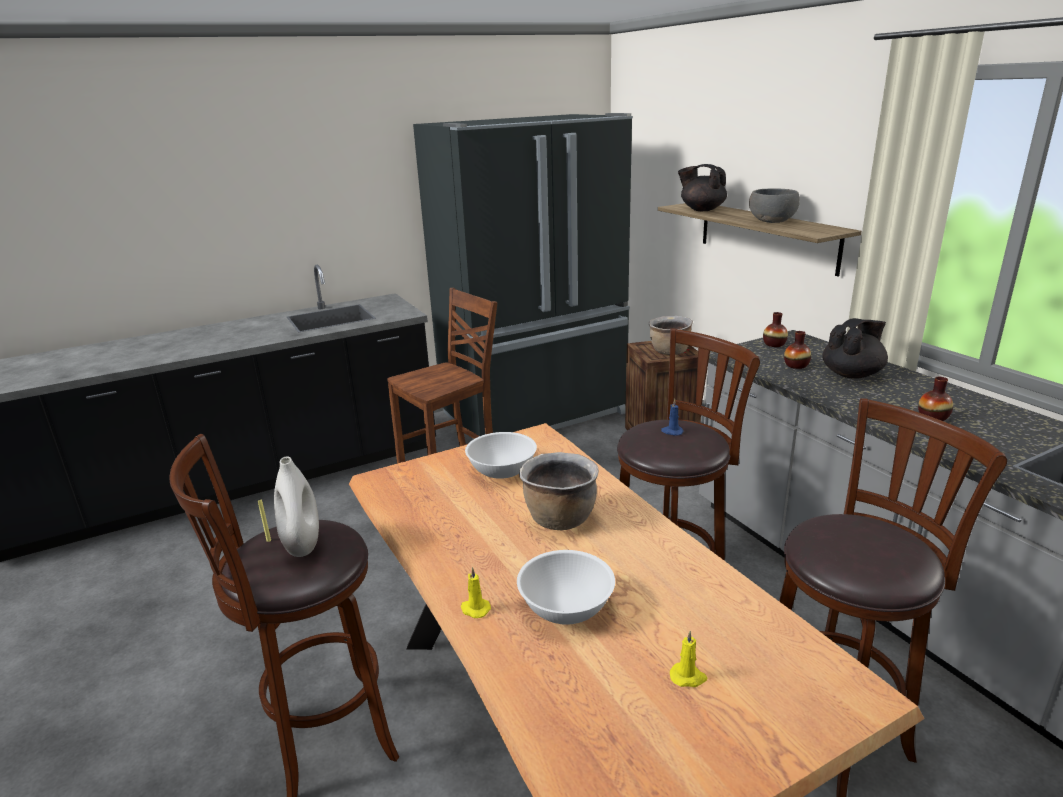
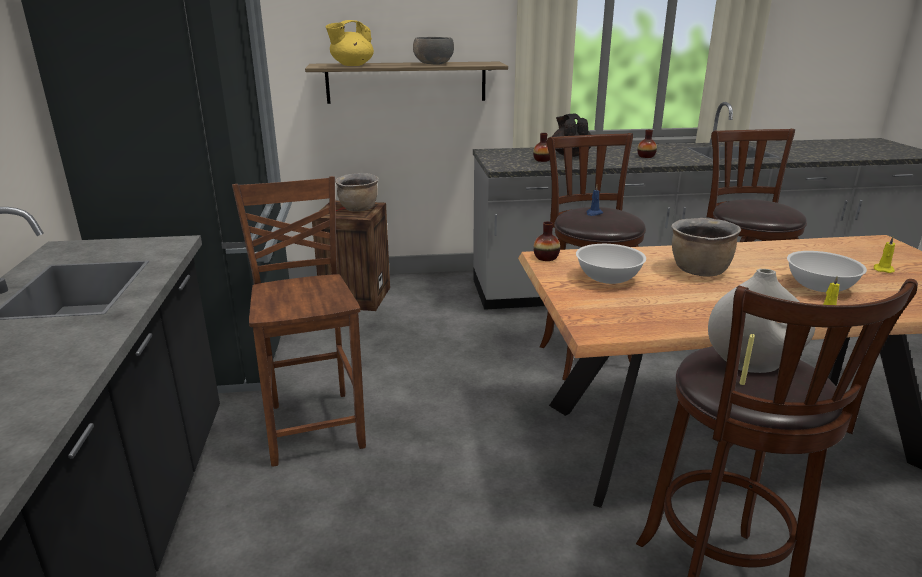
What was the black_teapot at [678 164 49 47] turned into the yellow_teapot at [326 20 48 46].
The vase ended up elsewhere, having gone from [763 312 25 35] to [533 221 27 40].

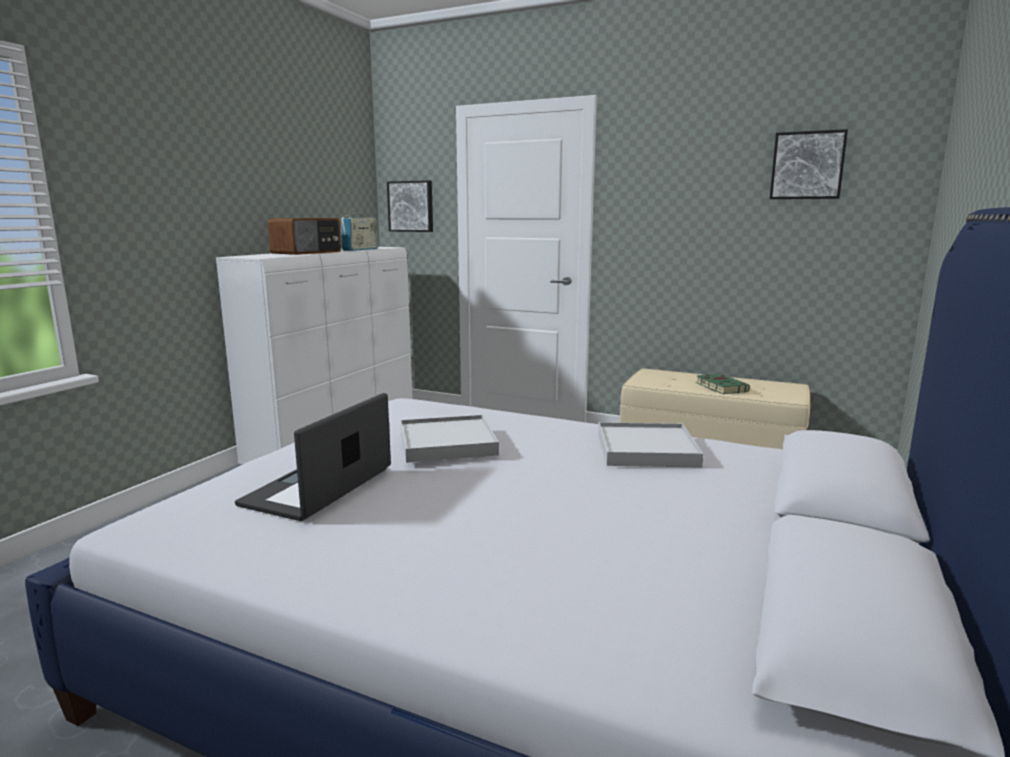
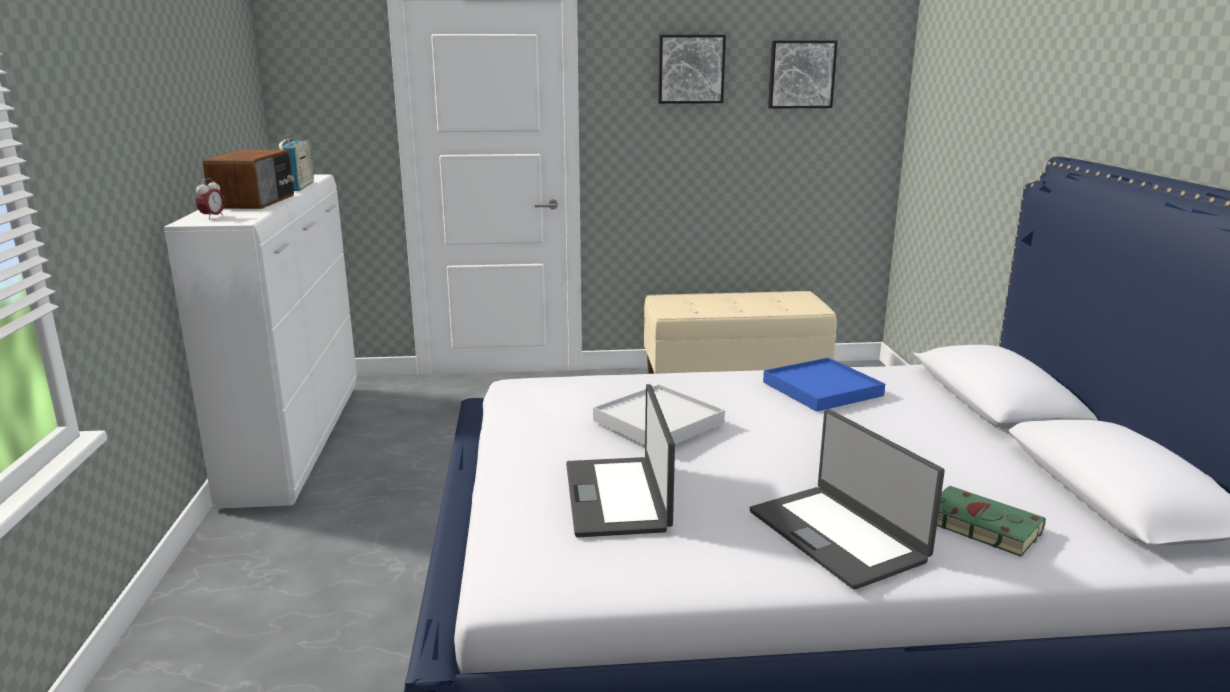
The picture ended up elsewhere, having gone from [387 180 46 52] to [658 35 68 69].
The green_book ended up elsewhere, having gone from [696 374 54 20] to [937 486 109 71].
What was the white_tray at [598 422 105 46] turned into the blue_tray at [763 358 122 54].
The second view gained the alarm_clock at [196 178 29 42].
The second view gained the laptop at [750 409 195 181].

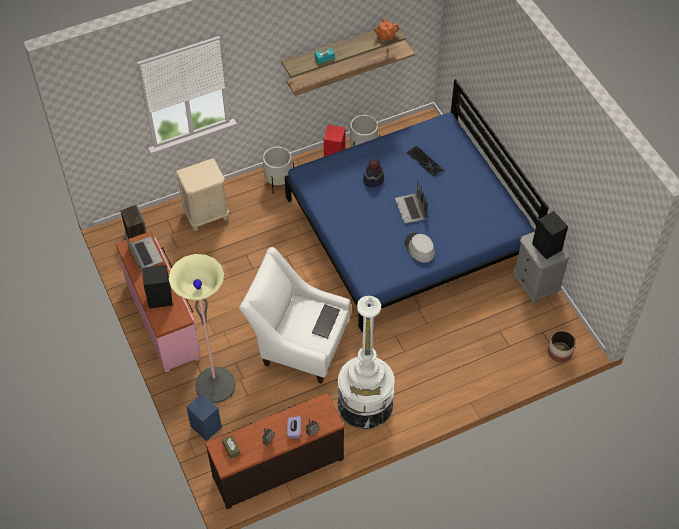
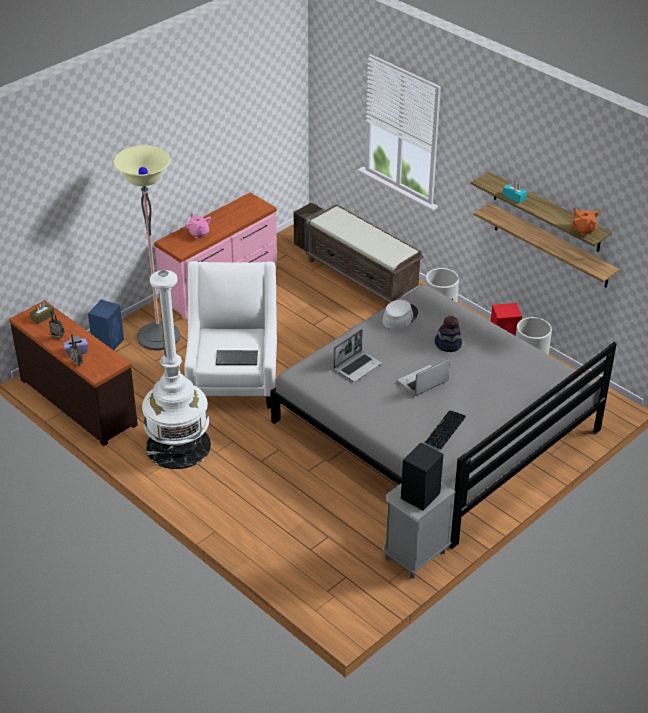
What was the blue_bed at [285 79 264 253] turned into the grey_bed at [270 285 347 264].
The keyboard ended up elsewhere, having gone from [407 146 37 30] to [425 411 41 38].
Where the beige_nightstand stood at [176 158 53 73], the brown_bench came to stand at [306 204 118 99].
The laptop ended up elsewhere, having gone from [125 232 38 38] to [333 329 49 53].
The grey_hat ended up elsewhere, having gone from [405 233 30 29] to [382 300 36 30].
Where the black_speaker stood at [142 265 31 44], the pink_teapot came to stand at [185 213 26 25].
The second view lost the planter at [548 331 28 31].

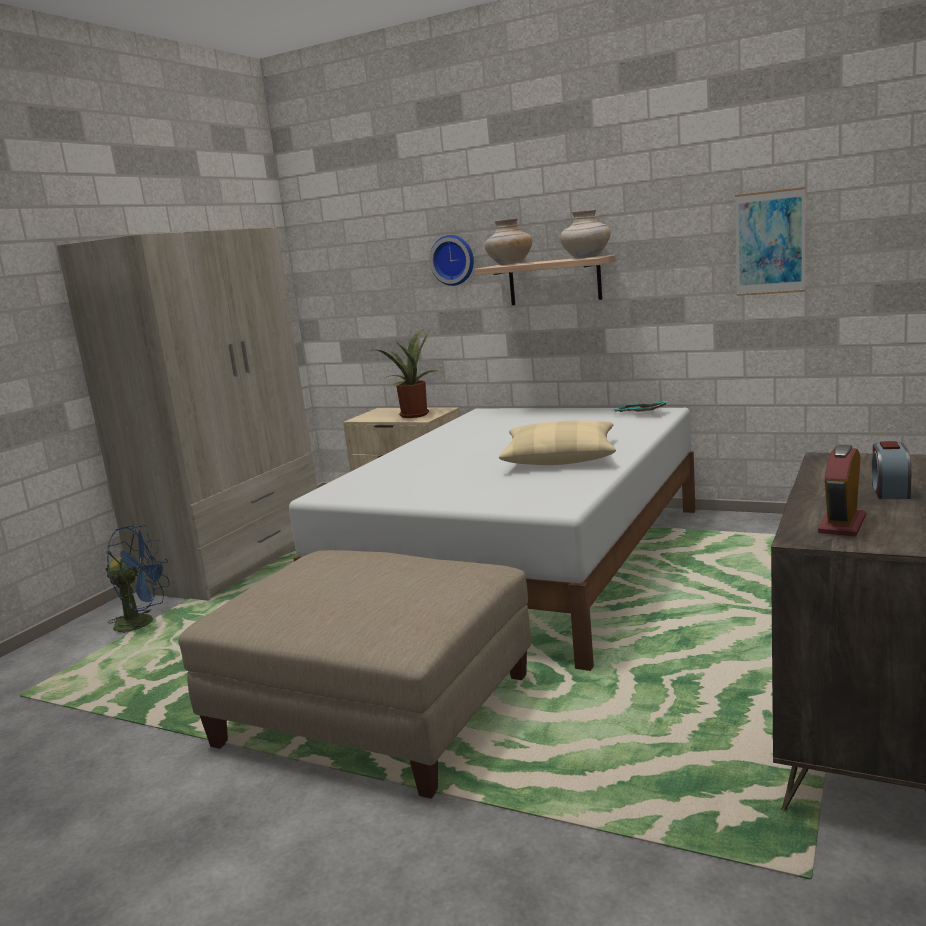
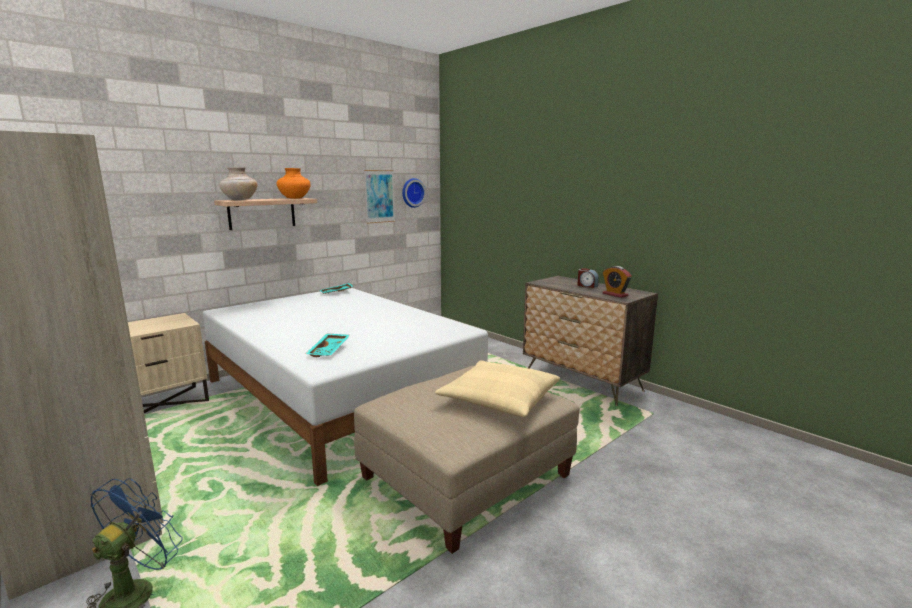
What was the beige_vase at [560 209 51 49] turned into the orange_vase at [277 168 34 31].
The wall_clock ended up elsewhere, having gone from [430 235 44 51] to [402 178 24 30].
The second view lost the potted_plant at [377 329 65 89].
The beige_pillow ended up elsewhere, having gone from [499 420 117 45] to [435 360 125 57].
The second view gained the turquoise_tray at [306 334 44 23].

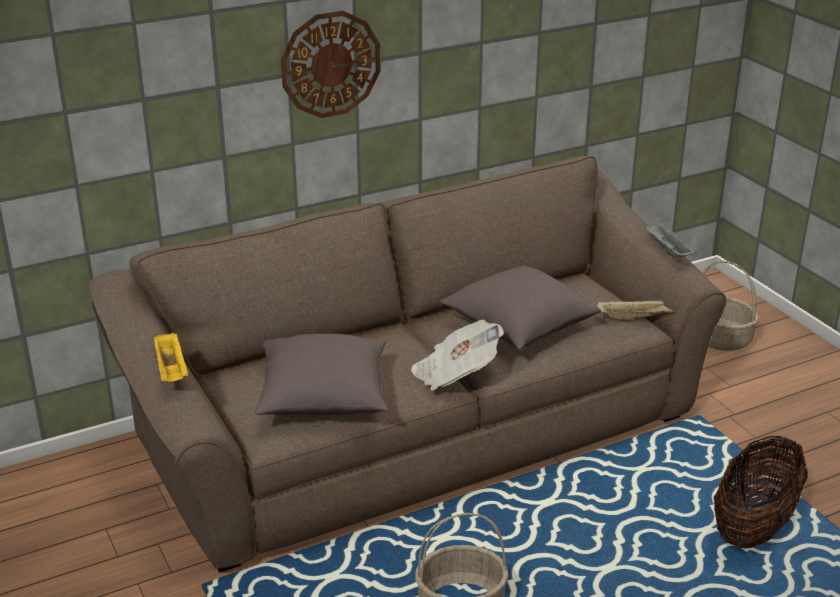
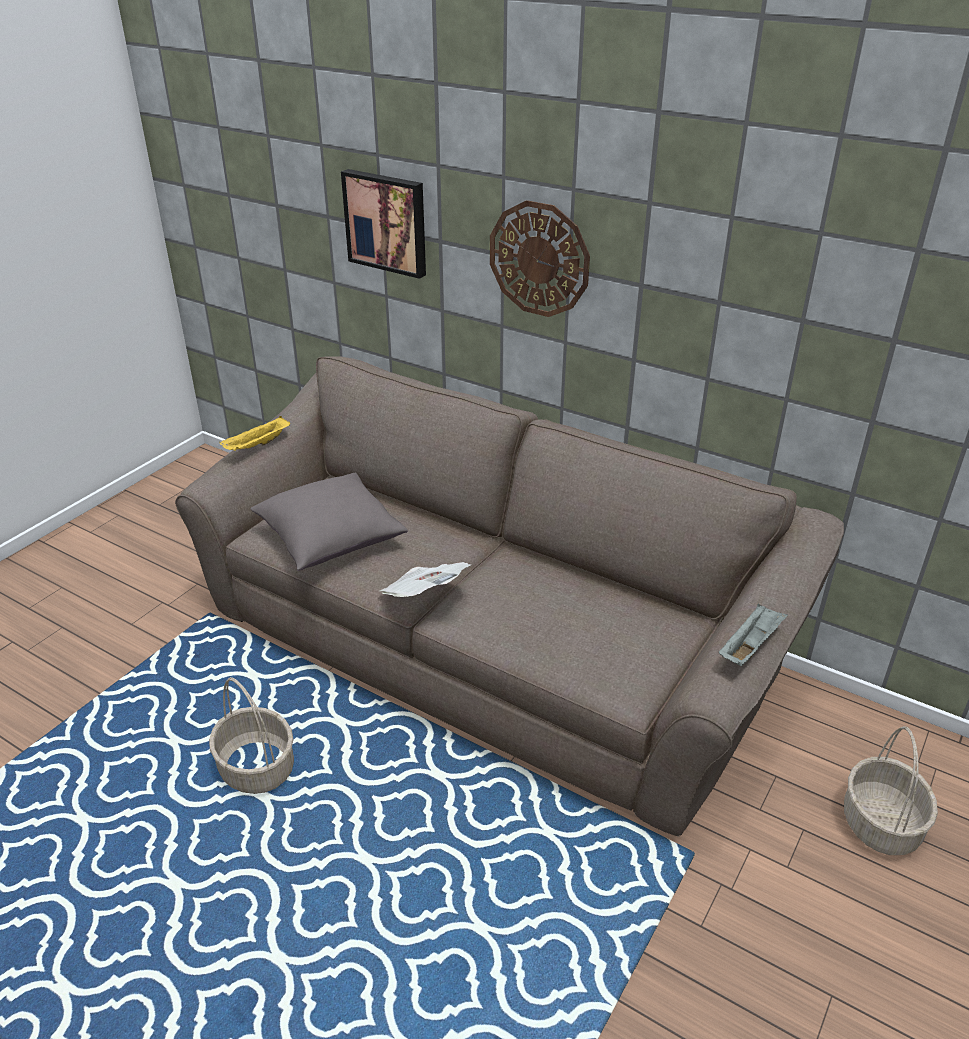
The second view lost the grey_pillow at [440 266 161 84].
The second view lost the beige_tray at [597 301 76 20].
The second view lost the basket at [714 435 94 113].
The second view gained the picture at [341 169 85 110].

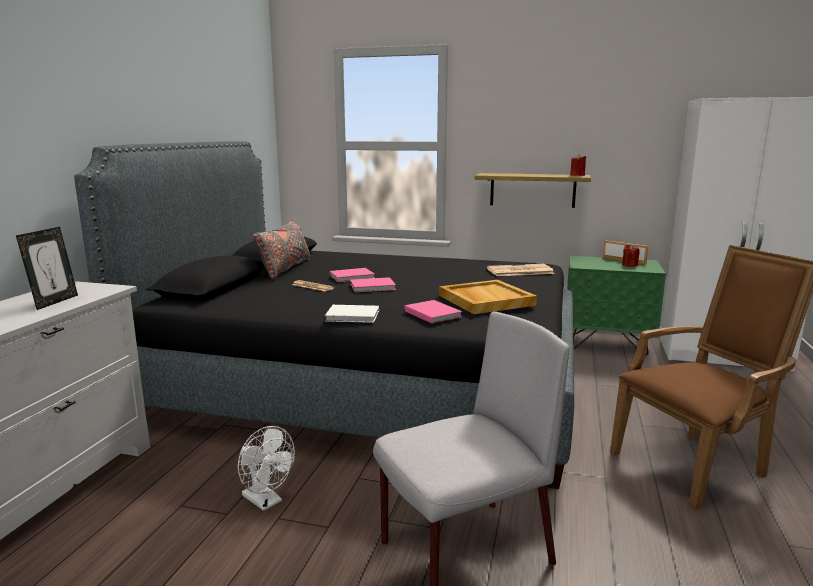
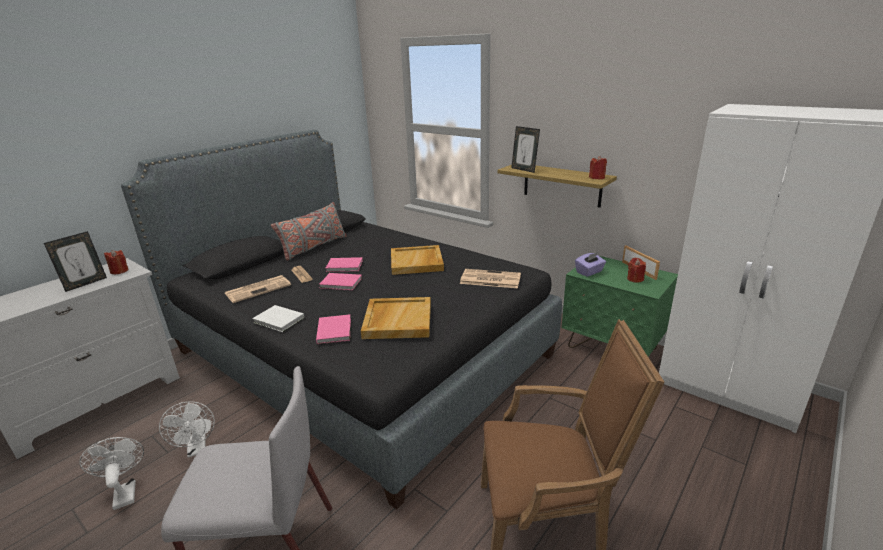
The second view gained the picture_frame at [511 126 29 47].
The second view gained the beige_tray at [391 245 53 30].
The second view gained the red_candle at [104 250 25 24].
The second view gained the purple_tissue_box at [575 252 31 25].
The second view gained the newspaper at [225 275 66 28].
The second view gained the white_fan at [80 437 64 73].

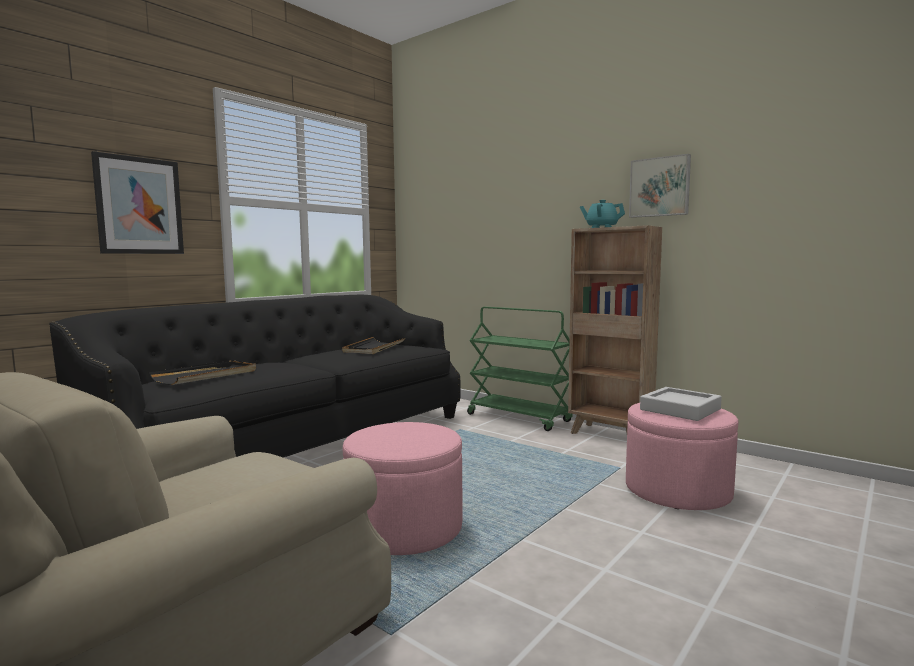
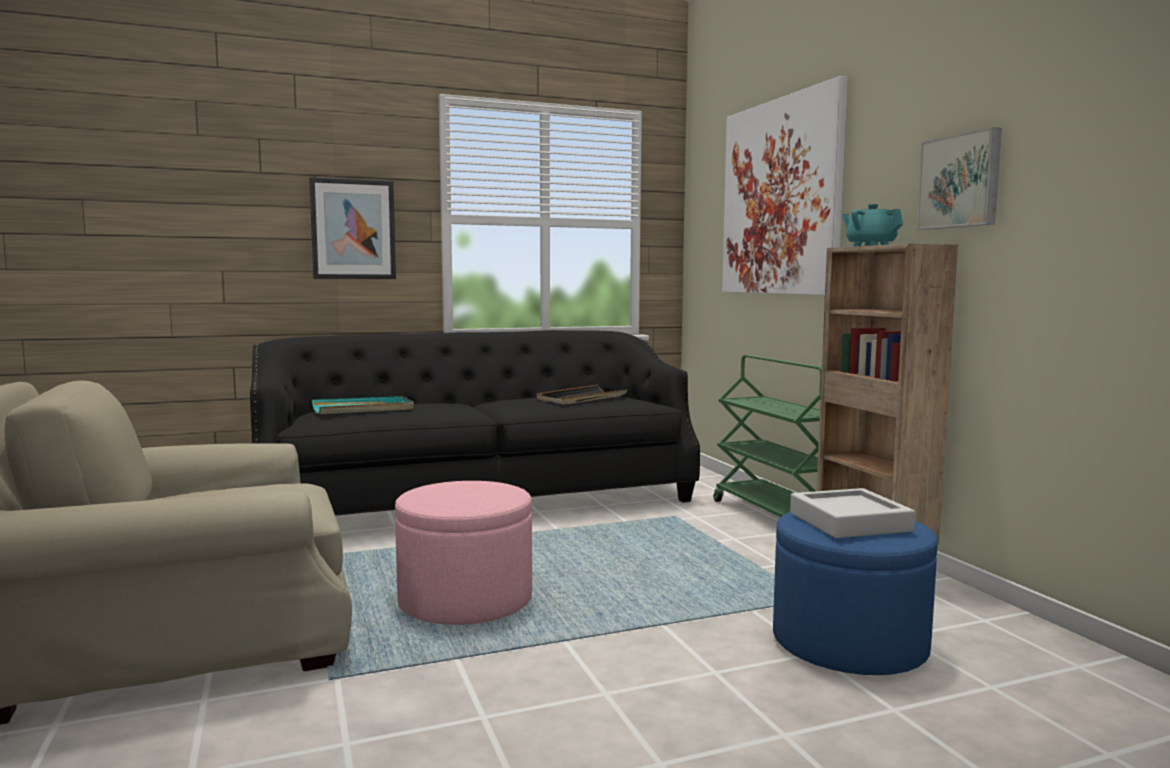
What was the black_tray at [149 360 107 25] turned into the turquoise_tray at [312 396 102 18].
What was the pink_ottoman at [626 403 112 107] turned into the blue_ottoman at [773 512 165 163].
The second view gained the picture at [722 76 126 219].

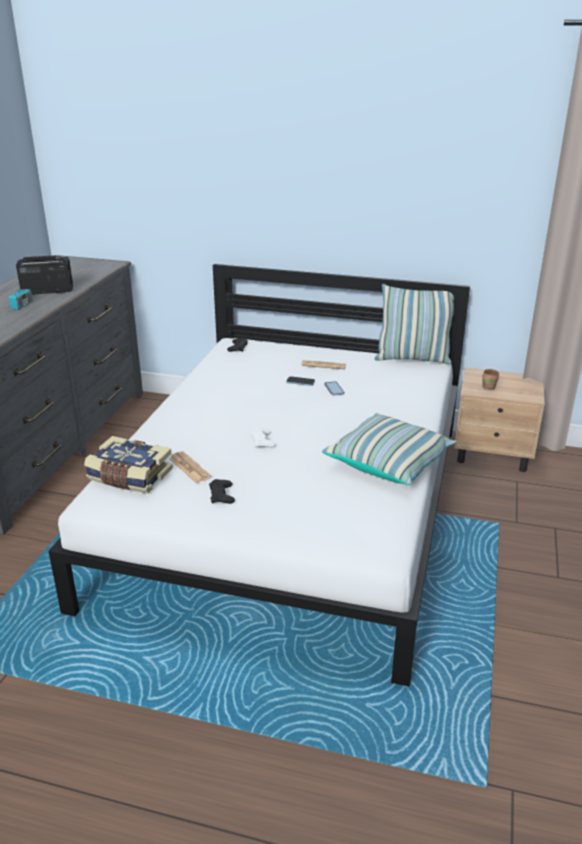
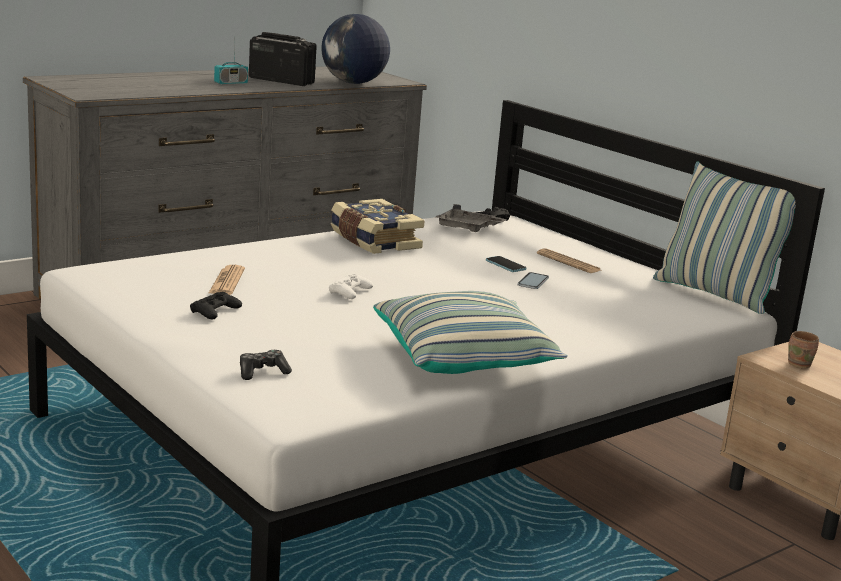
The book ended up elsewhere, having gone from [84 436 89 57] to [330 199 94 55].
The second view gained the globe at [322 14 68 70].
The second view gained the grey_tray at [436 204 71 28].
The second view gained the game_controller at [240 350 52 30].

